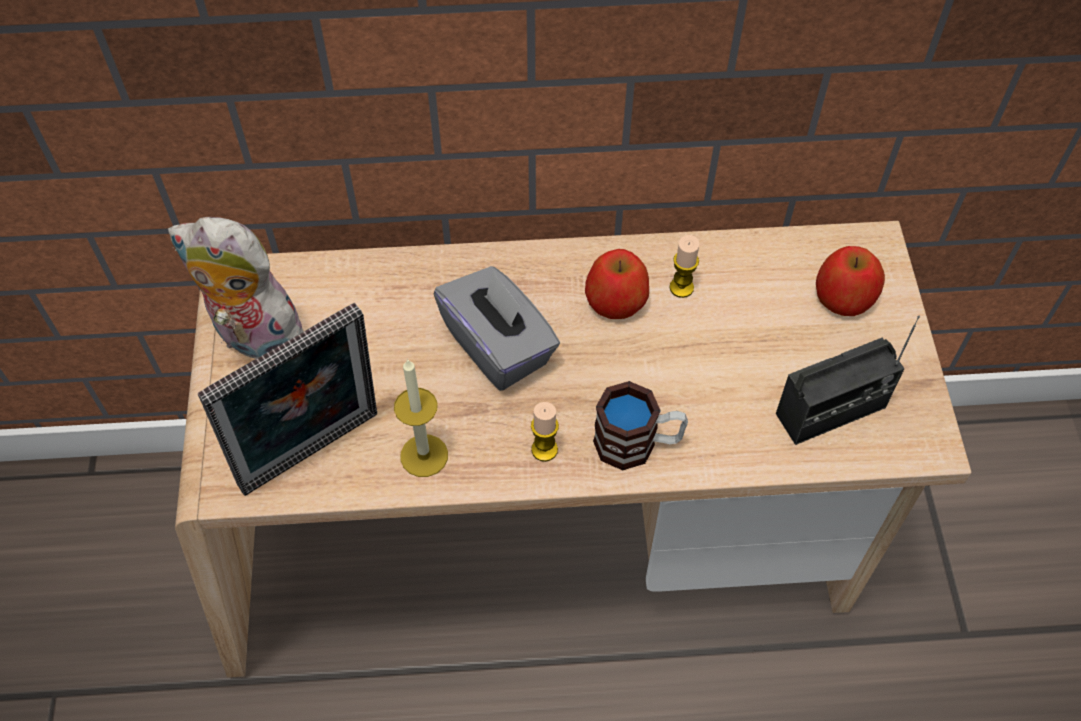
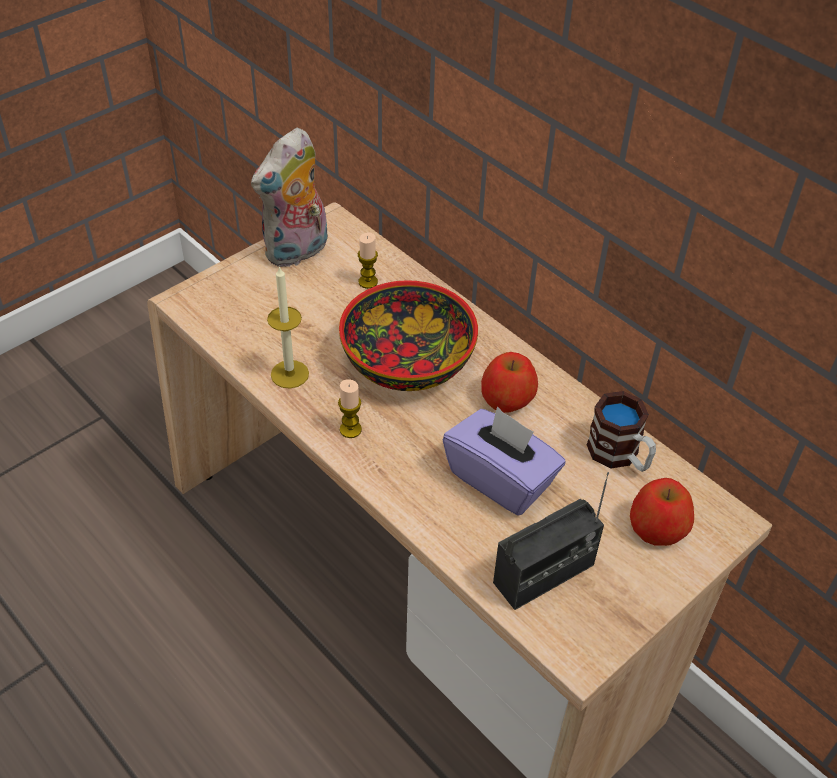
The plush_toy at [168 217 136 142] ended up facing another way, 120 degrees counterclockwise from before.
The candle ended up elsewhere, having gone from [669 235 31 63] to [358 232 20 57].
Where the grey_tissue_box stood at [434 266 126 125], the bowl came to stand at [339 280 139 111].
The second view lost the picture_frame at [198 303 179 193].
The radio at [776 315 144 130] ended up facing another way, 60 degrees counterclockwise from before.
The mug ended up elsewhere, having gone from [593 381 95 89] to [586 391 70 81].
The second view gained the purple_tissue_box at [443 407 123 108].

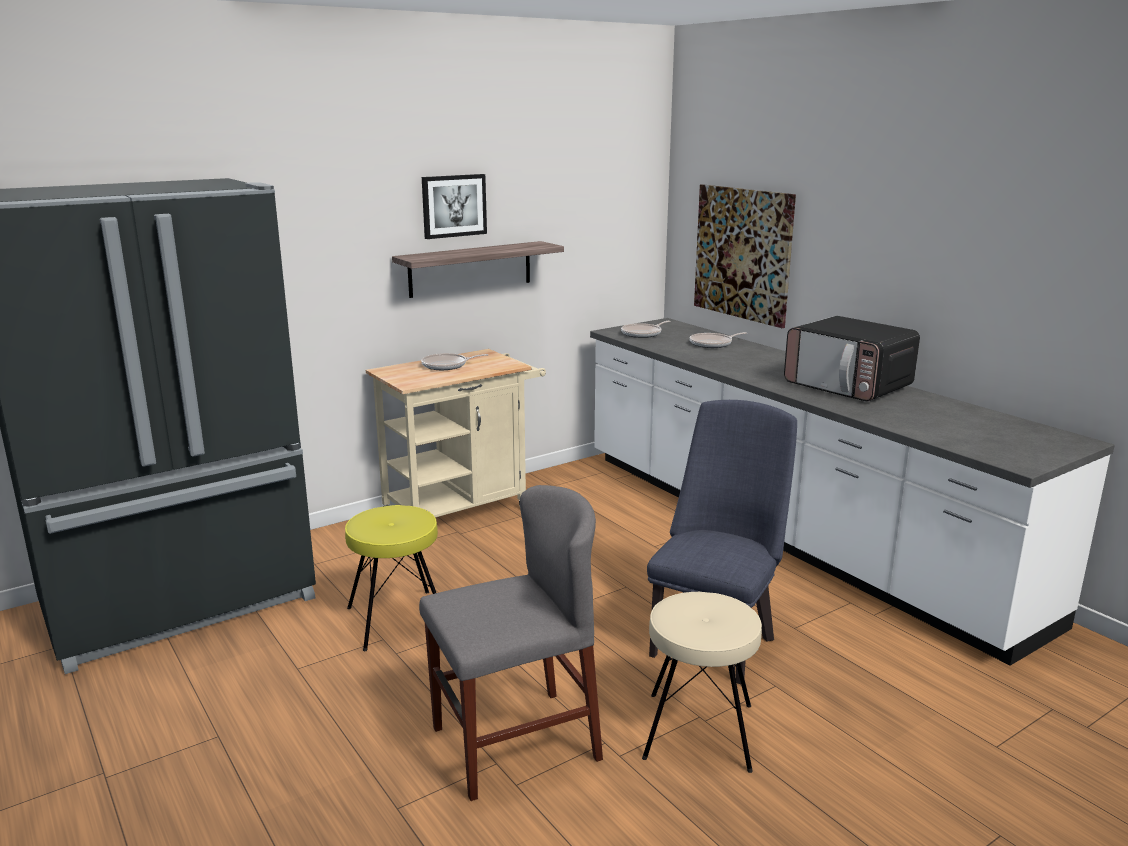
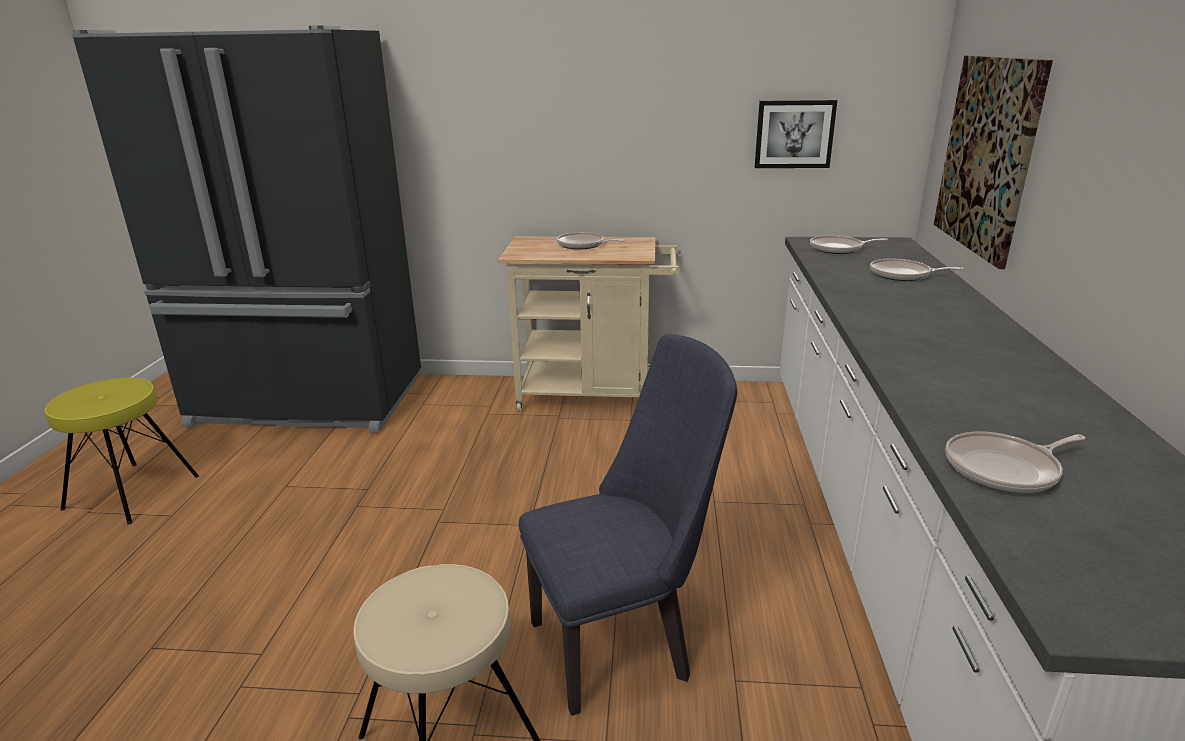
The picture ended up elsewhere, having gone from [422 174 65 65] to [755 100 82 68].
The second view lost the shelf at [392 241 172 57].
The second view lost the microwave at [784 316 136 86].
The second view lost the grey_chair at [419 485 184 316].
The yellow_stool ended up elsewhere, having gone from [345 505 93 146] to [45 378 154 147].
The second view gained the frying_pan at [945 431 141 62].

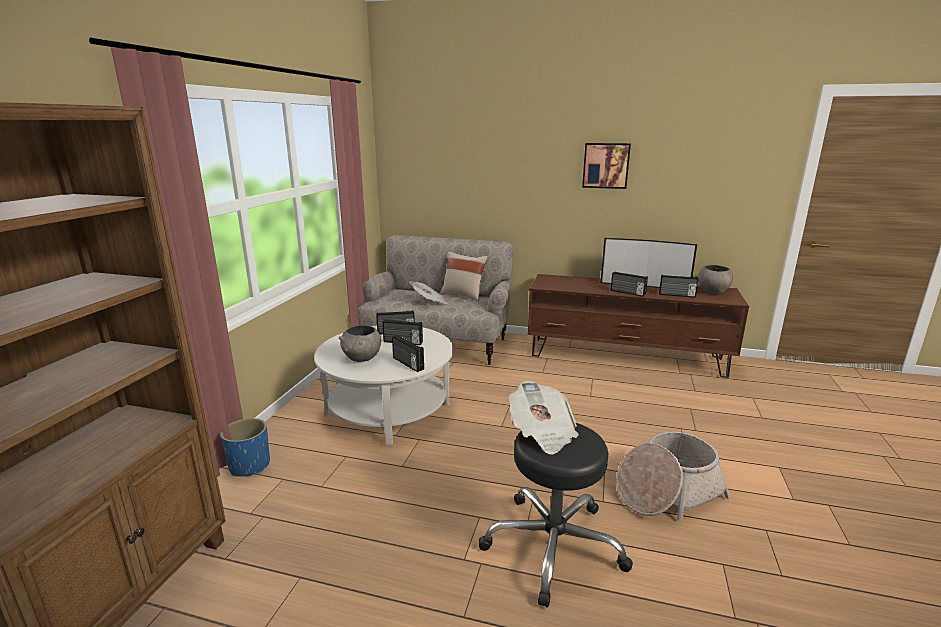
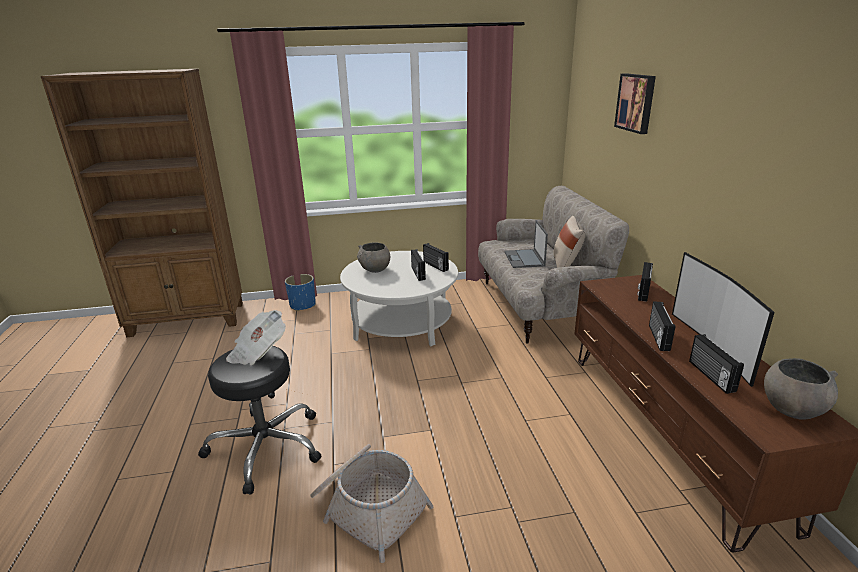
The picture ended up elsewhere, having gone from [582 143 49 46] to [614 73 42 61].
Where the newspaper stood at [409 282 38 22], the laptop came to stand at [504 220 44 48].
The radio ended up elsewhere, having gone from [392 335 32 37] to [637 262 16 40].

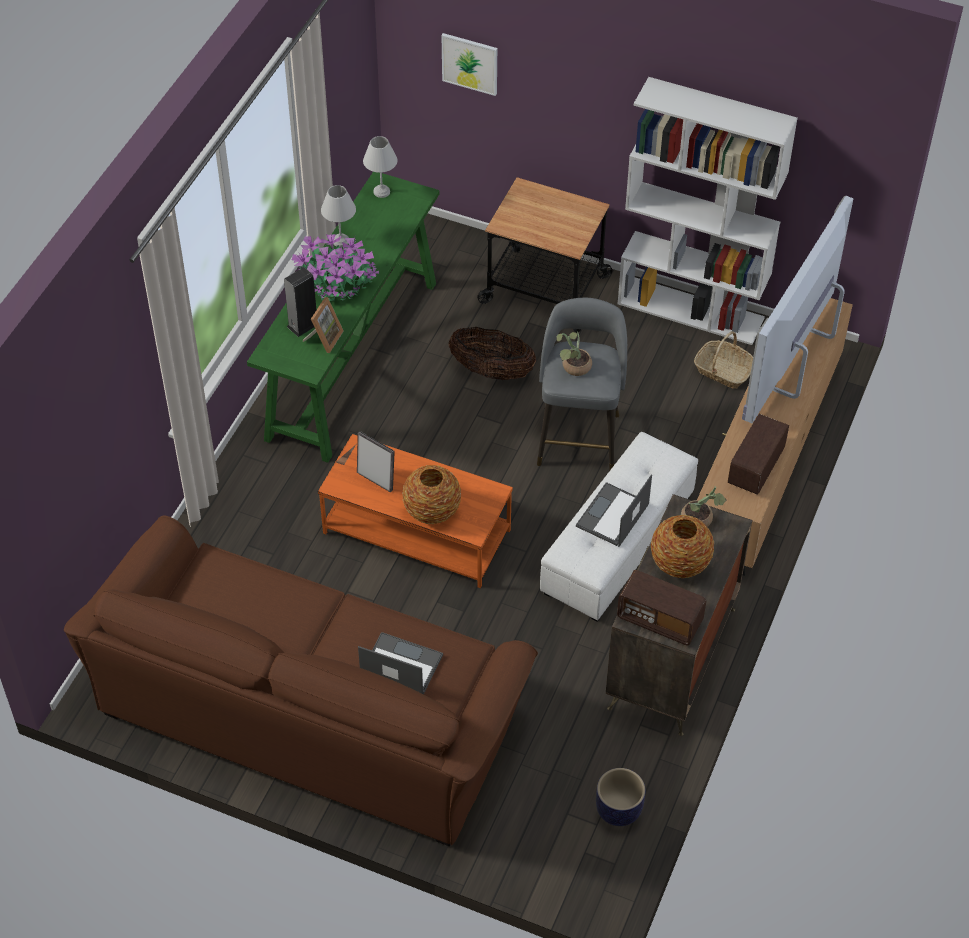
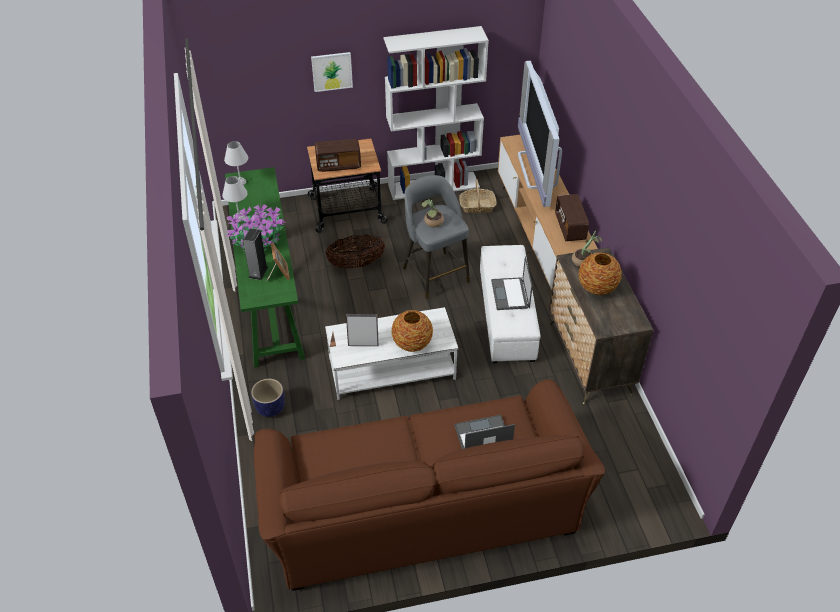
The picture ended up elsewhere, having gone from [441 33 56 63] to [311 52 42 40].
What was the orange_coffee_table at [318 434 195 154] turned into the white_coffee_table at [325 307 133 93].
The radio ended up elsewhere, having gone from [617 570 89 75] to [315 139 46 33].
The planter ended up elsewhere, having gone from [596 768 49 58] to [251 379 34 38].

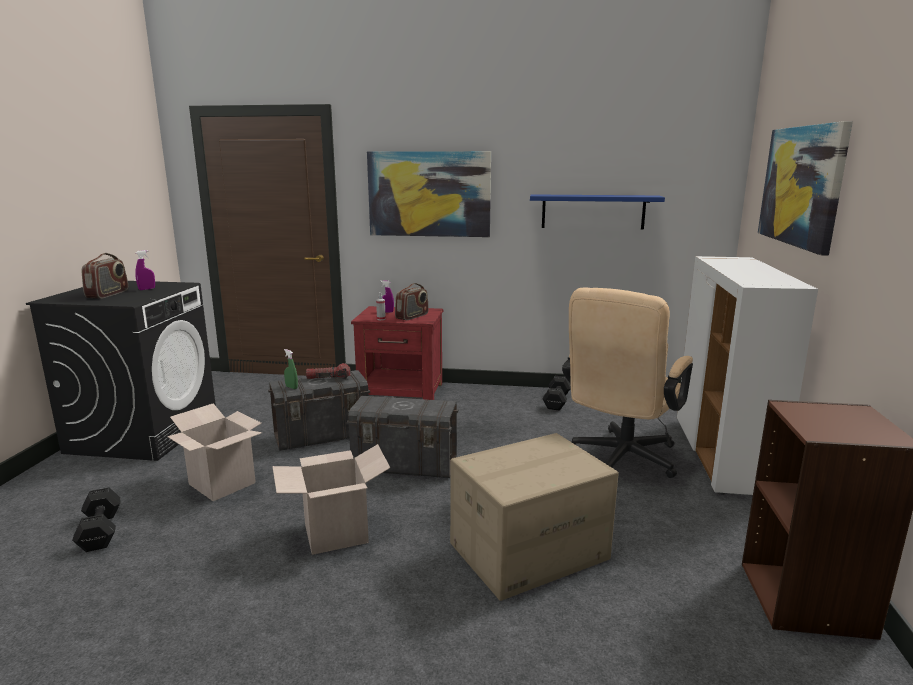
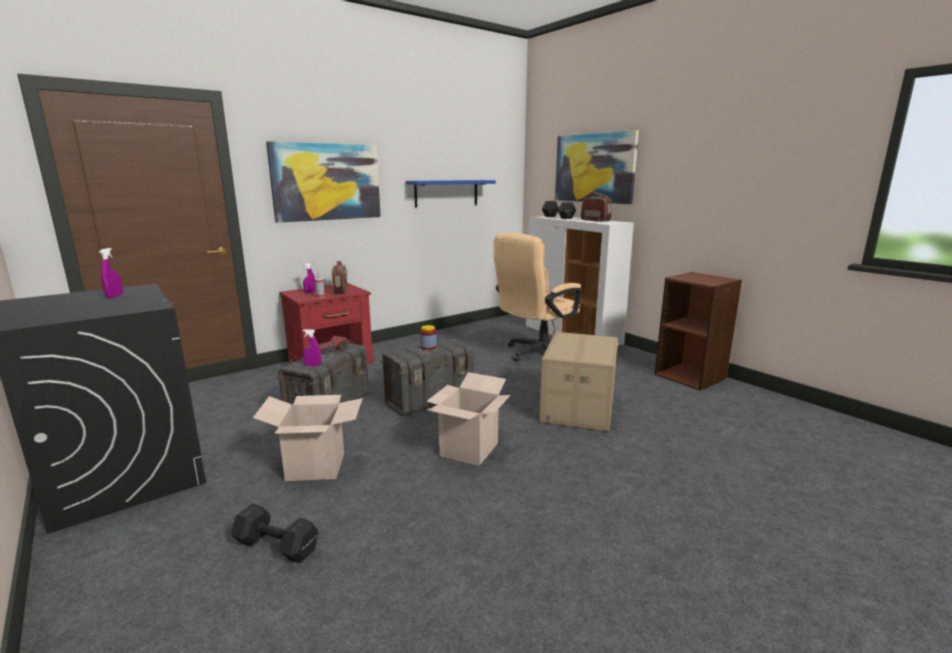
The radio ended up elsewhere, having gone from [82 253 46 45] to [581 192 31 30].
The beige_office_chair at [562 287 131 191] ended up facing another way, 60 degrees clockwise from before.
What was the green_spray_bottle at [284 349 14 40] turned into the purple_spray_bottle at [303 329 18 37].
The black_dumbbell ended up elsewhere, having gone from [543 376 28 35] to [542 201 34 18].
The second view gained the jar at [420 325 17 25].

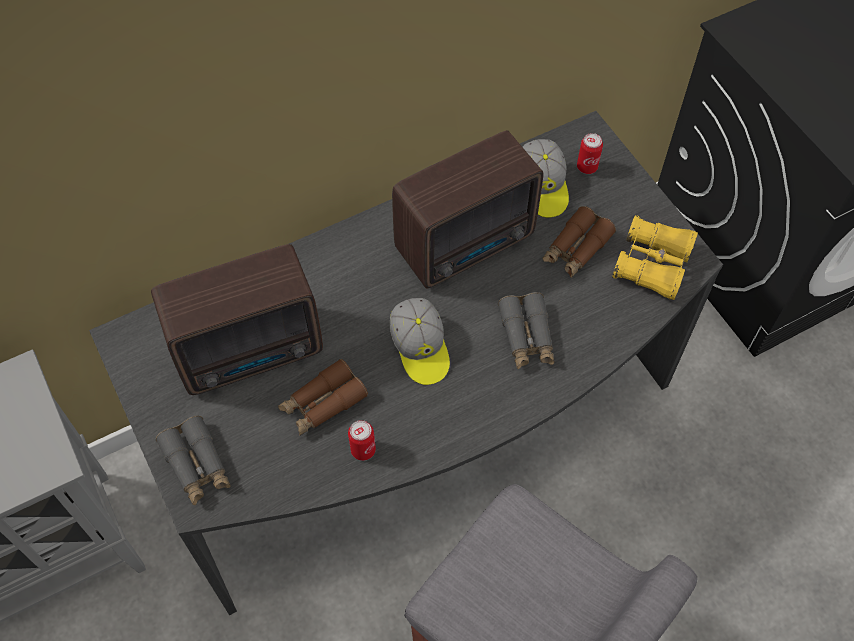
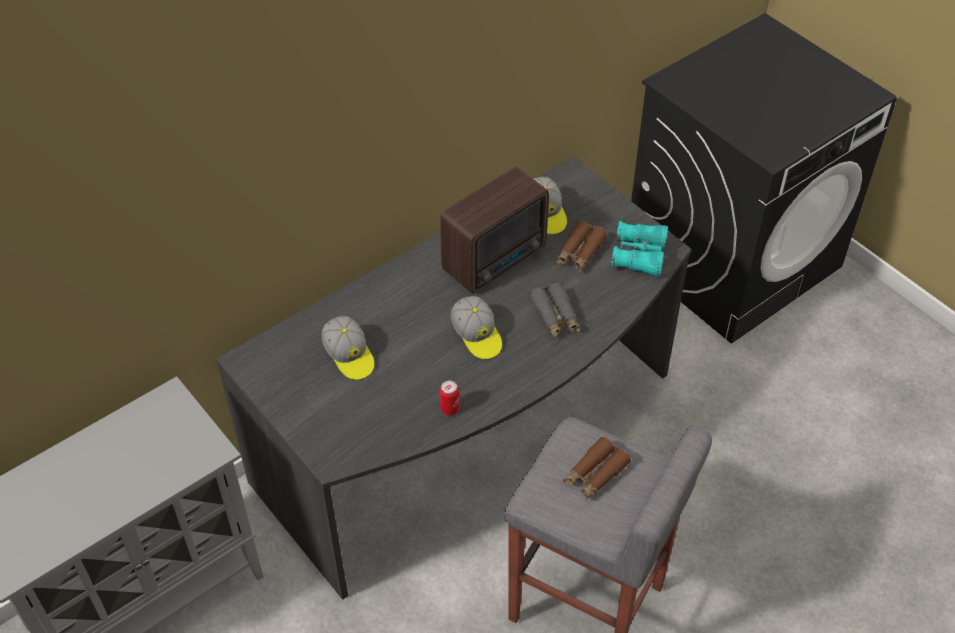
The second view lost the can at [577 133 26 41].
What was the yellow_binoculars at [612 215 86 85] turned into the turquoise_binoculars at [611 221 57 56].
Where the radio stood at [151 244 172 151], the cap came to stand at [322 316 52 64].
The brown_binoculars ended up elsewhere, having gone from [278 359 90 77] to [563 437 68 63].
The second view lost the grey_binoculars at [156 416 75 89].

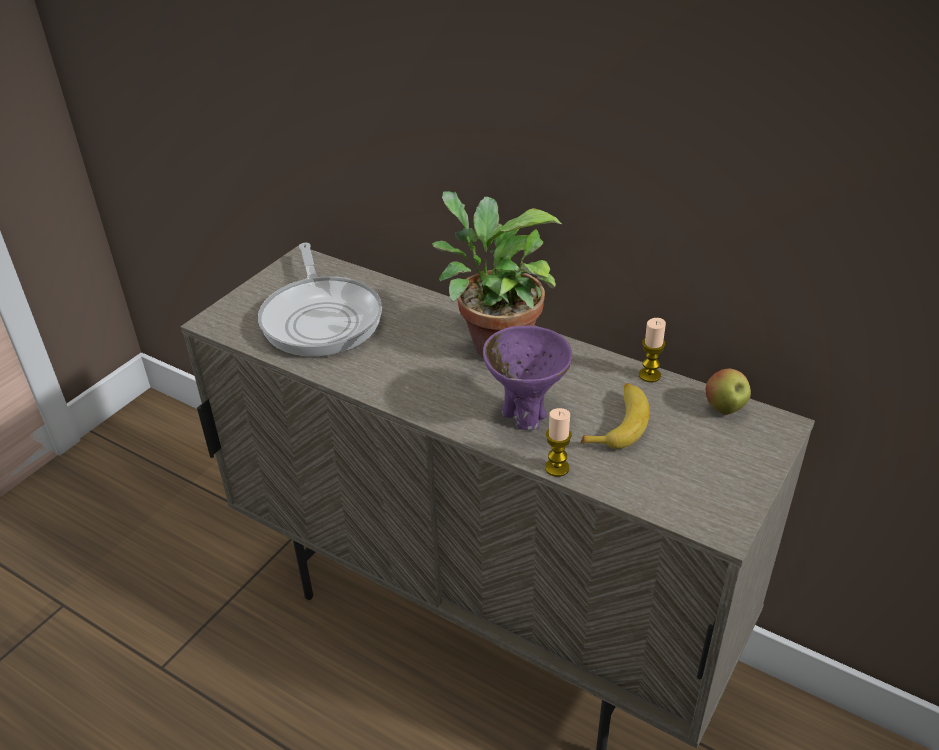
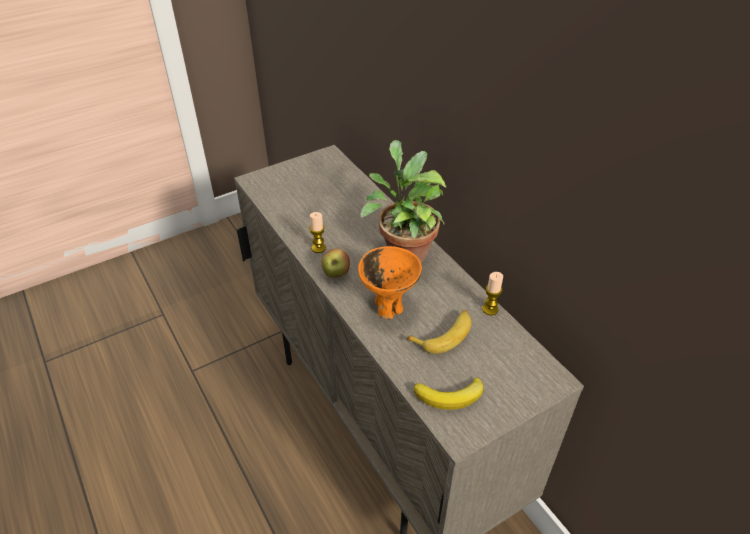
The second view lost the frying_pan at [258 243 124 113].
What was the purple_bowl at [483 326 90 104] turned into the orange_bowl at [358 246 64 73].
The apple ended up elsewhere, having gone from [706 369 45 46] to [321 248 29 30].
The candle ended up elsewhere, having gone from [545 408 27 69] to [309 212 17 41].
The second view gained the banana at [414 377 69 33].

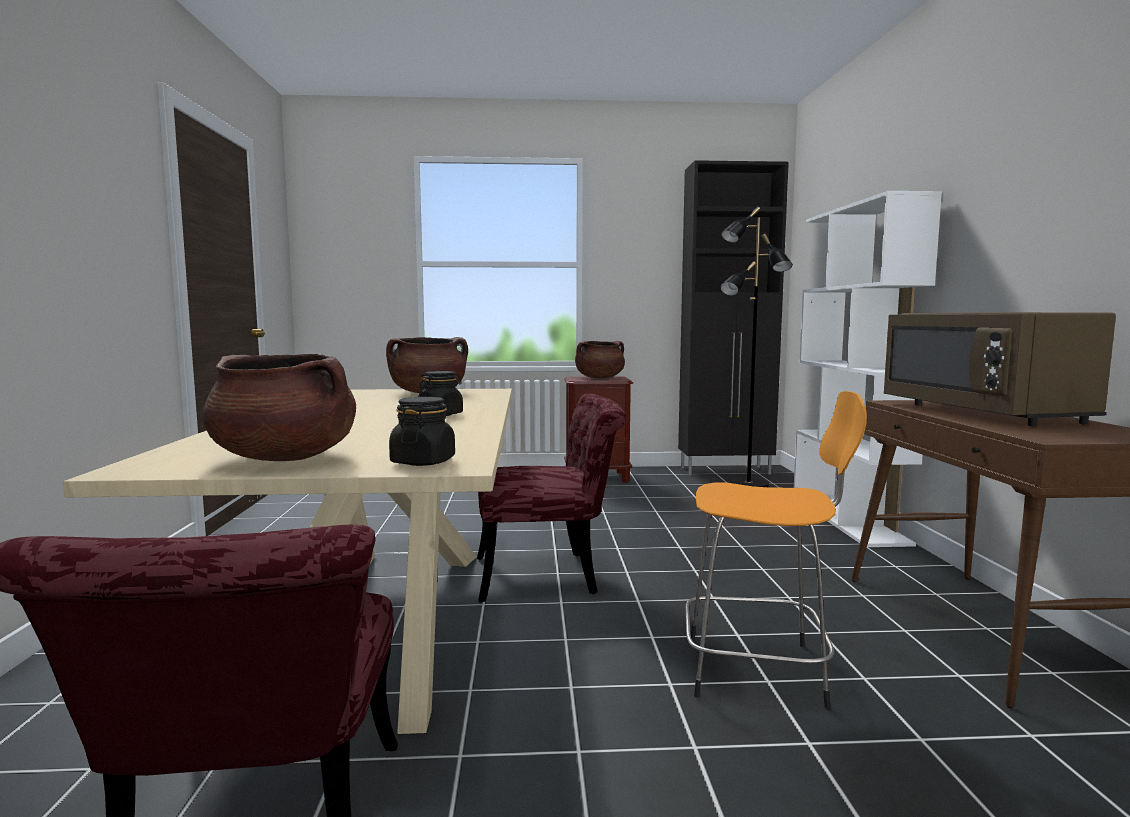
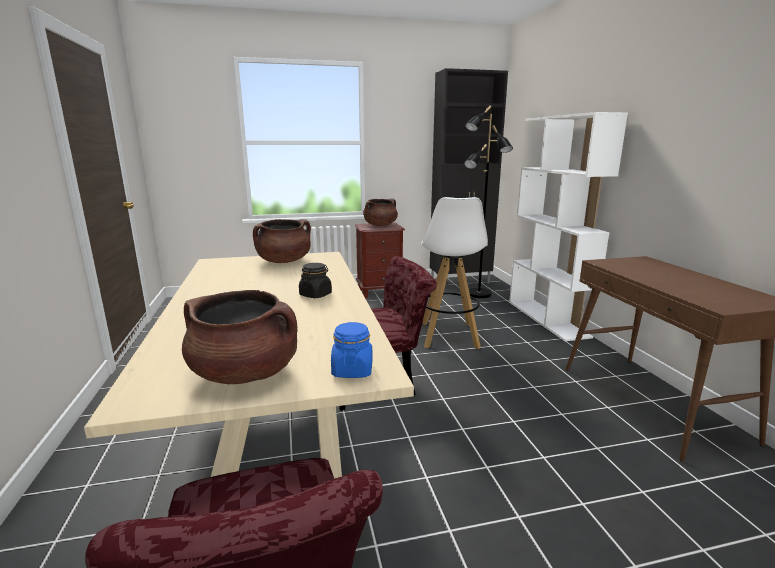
The second view lost the brown_microwave at [884 312 232 114].
The second view lost the orange_stool at [685 391 182 318].
What was the black_jar at [389 397 66 69] turned into the blue_jar at [331 322 41 56].
The second view gained the white_stool at [421 197 67 152].

